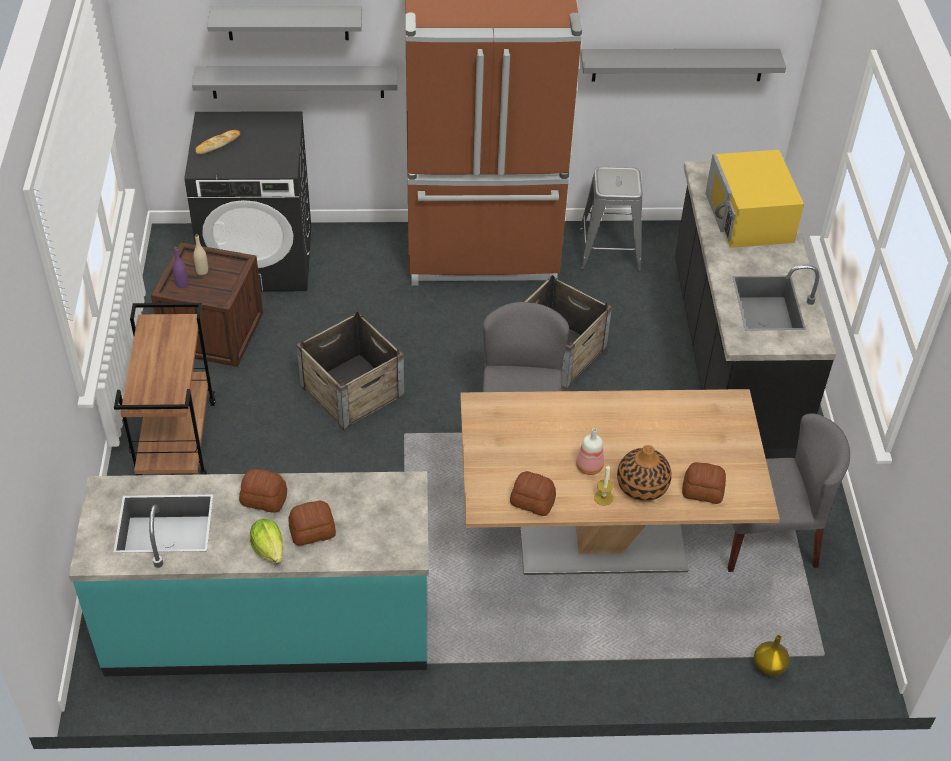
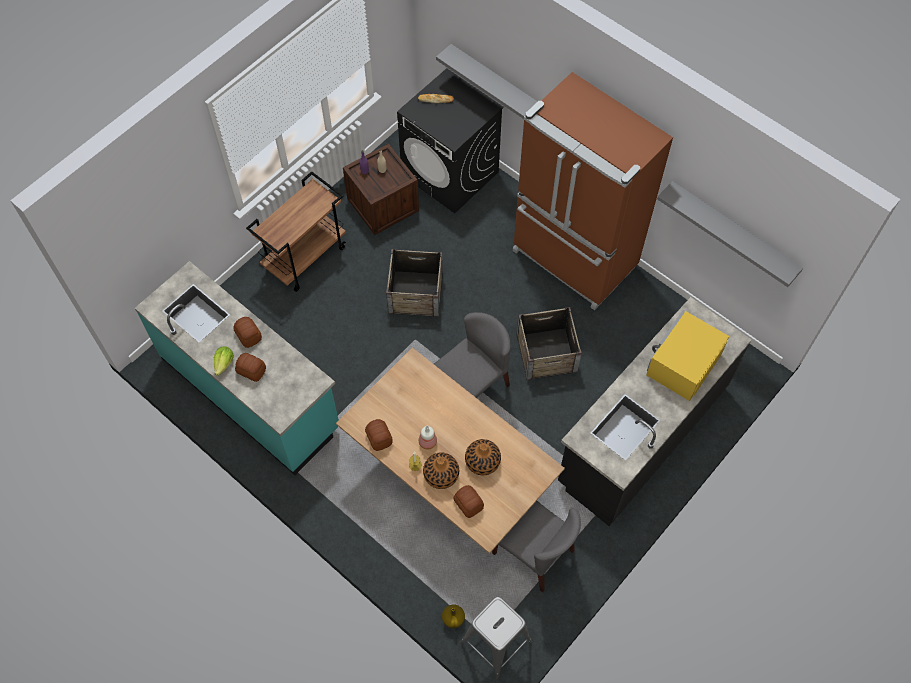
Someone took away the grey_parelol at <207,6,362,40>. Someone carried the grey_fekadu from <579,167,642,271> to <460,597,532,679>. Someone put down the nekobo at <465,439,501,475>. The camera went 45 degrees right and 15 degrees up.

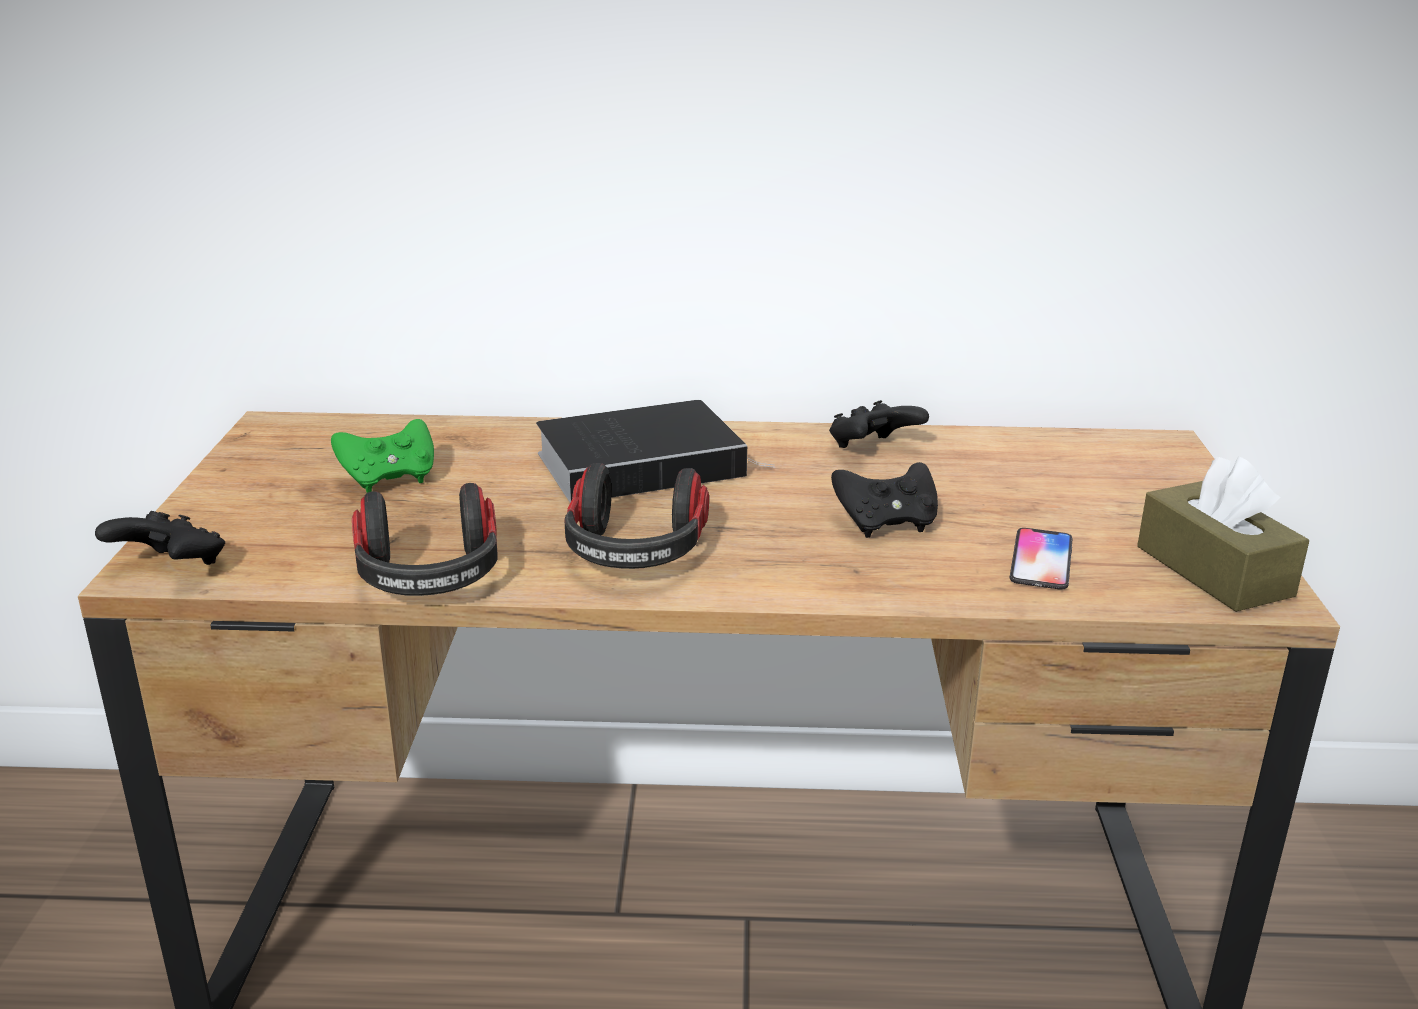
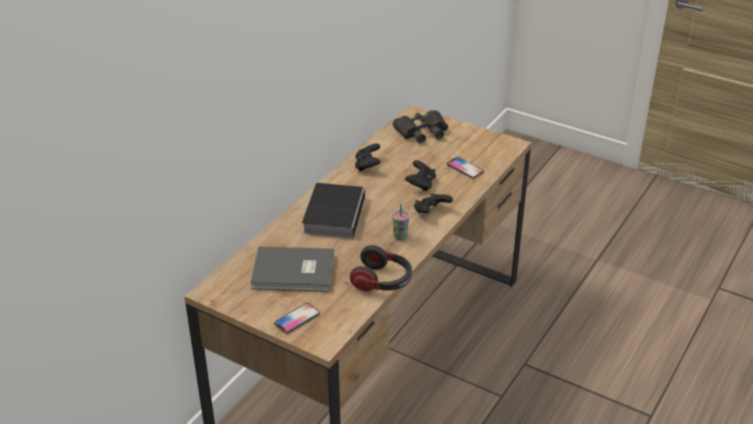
Someone carried the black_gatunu from <95,511,225,565> to <414,193,453,213>. Someone swapped the green_gatunu at <331,419,434,493> for the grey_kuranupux at <250,247,334,292>. Someone swapped the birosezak at <564,463,709,569> for the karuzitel at <392,204,409,240>. Someone took away the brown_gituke at <1137,457,1309,612>. Someone put down the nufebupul at <274,303,320,334>. Someone put down the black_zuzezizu at <393,110,448,143>. The camera went 60 degrees left and 10 degrees up.

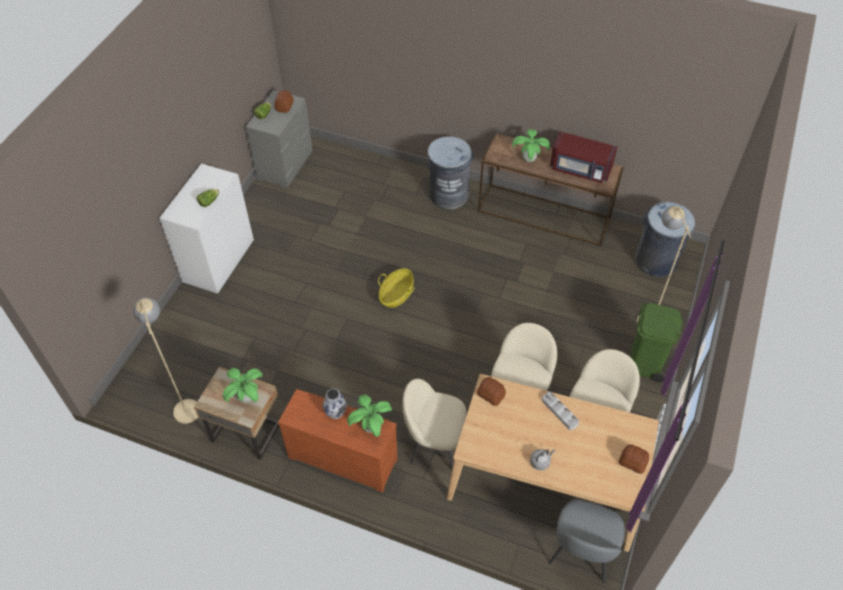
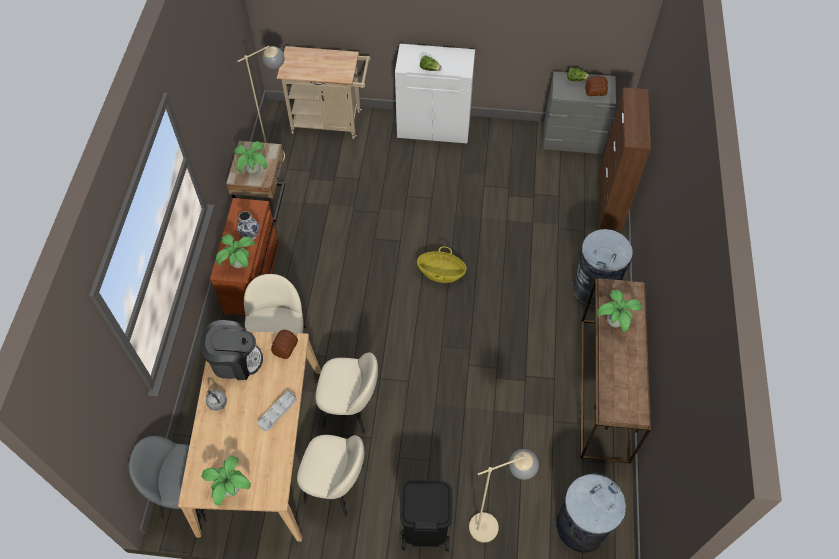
Someone took away the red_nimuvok at <550,131,617,183>. Someone swapped the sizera at <619,444,649,474> for the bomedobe at <201,456,251,506>. Someone repainted the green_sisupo at <630,303,683,383>, which became the black_sisupo at <400,481,452,551>. Someone put down the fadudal at <200,320,263,380>. Someone put down the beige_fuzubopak at <277,46,371,139>. Someone put down the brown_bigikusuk at <599,87,651,230>. The camera went 75 degrees right and 5 degrees up.

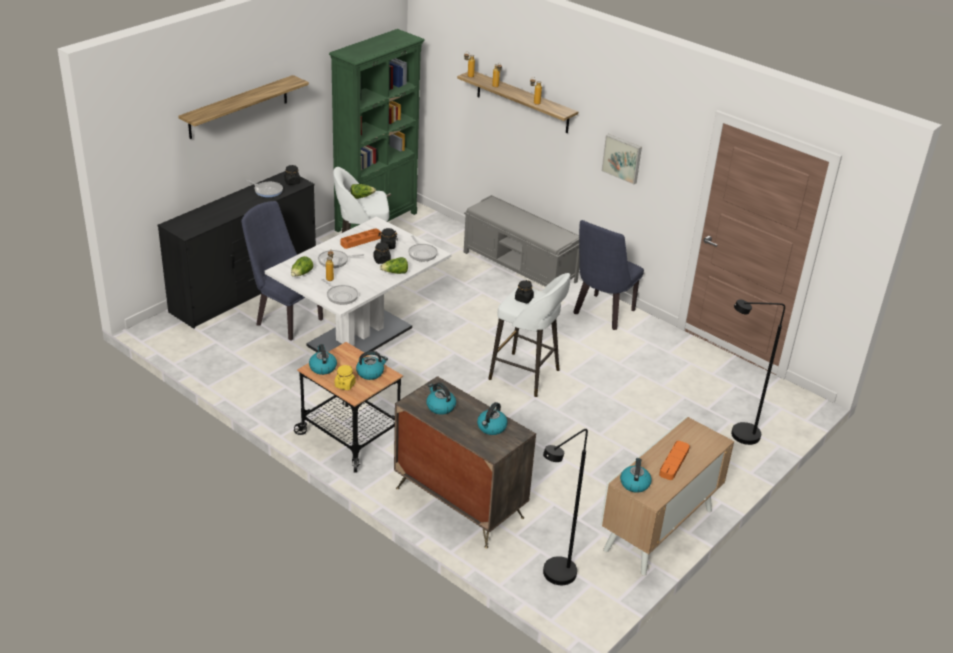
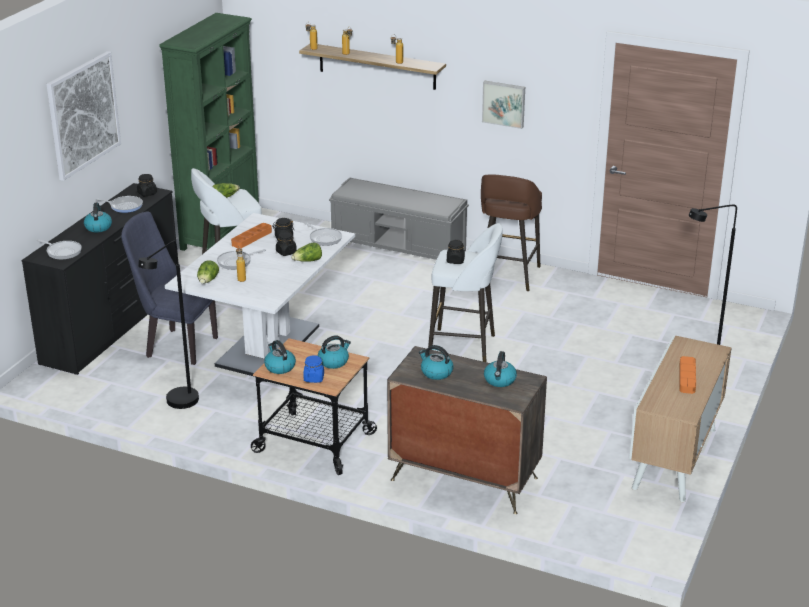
Someone swapped the parelol at <178,75,309,139> for the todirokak at <47,51,121,181>. Someone carried the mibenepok from <322,279,358,305> to <36,239,82,260>. Someone repainted the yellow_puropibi at <335,365,356,390>, which became the blue_puropibi at <303,355,324,383>. Someone carried the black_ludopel from <543,429,588,585> to <138,241,199,409>. Someone swapped the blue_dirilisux at <573,220,644,330> for the brown_fekadu at <481,175,542,291>. Someone carried the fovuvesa from <620,458,652,493> to <84,203,112,232>. The camera went 15 degrees left and 5 degrees down.

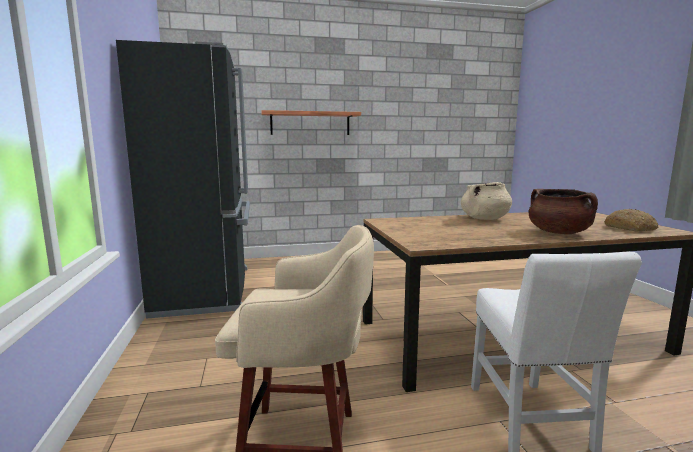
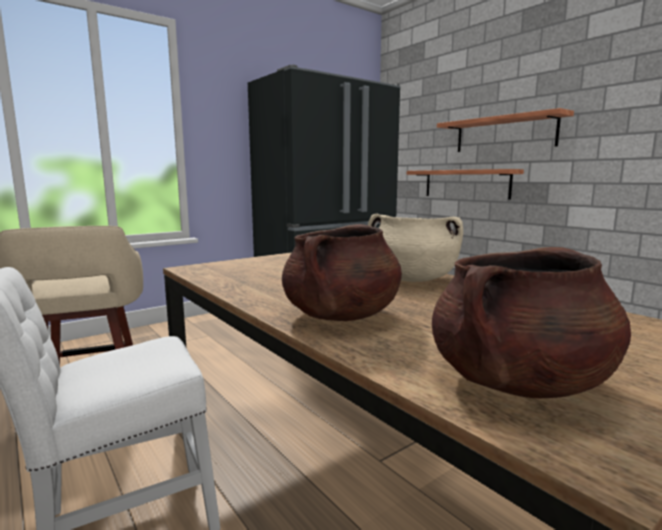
Someone swapped the sizera at <604,209,659,231> for the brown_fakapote at <432,247,631,398>. Someone put up the parelol at <407,169,524,200>. The camera went 65 degrees right and 0 degrees up.

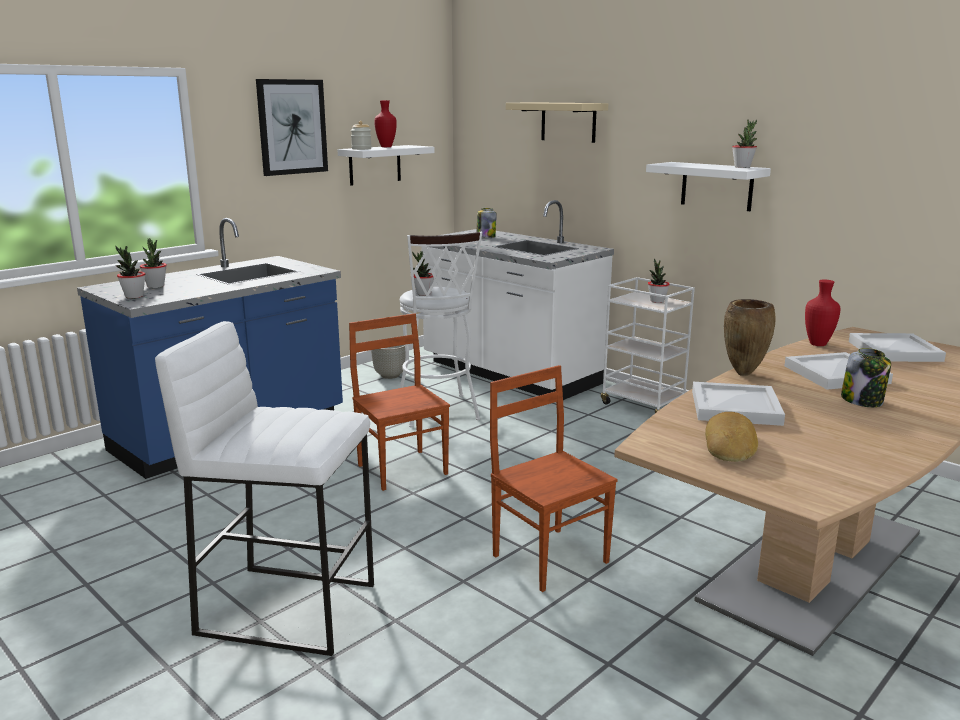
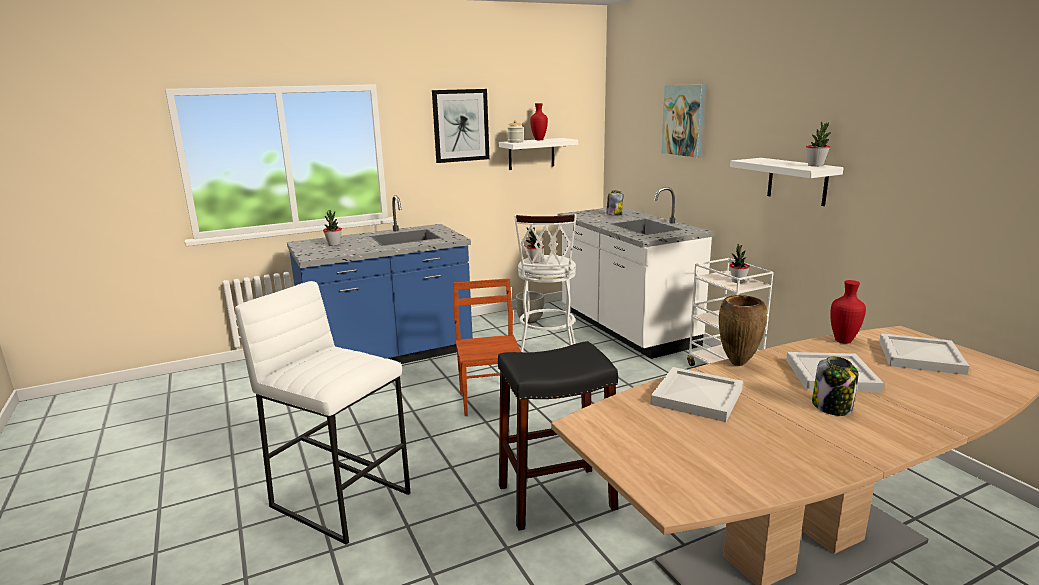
Someone took away the bomedobe at <115,246,146,299>. Someone swapped the brown_dirilisux at <490,365,618,592> for the black_fekadu at <498,341,618,531>. Someone swapped the beige_parelol at <506,102,608,143> for the todirokak at <661,85,705,158>. Someone took away the sizera at <705,412,758,462>. The camera went 20 degrees right and 0 degrees up.

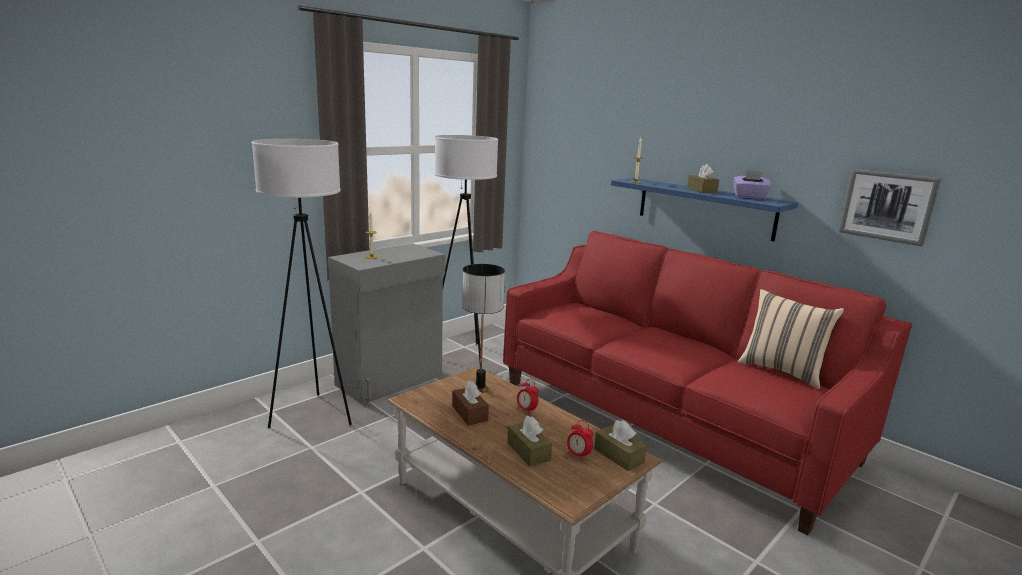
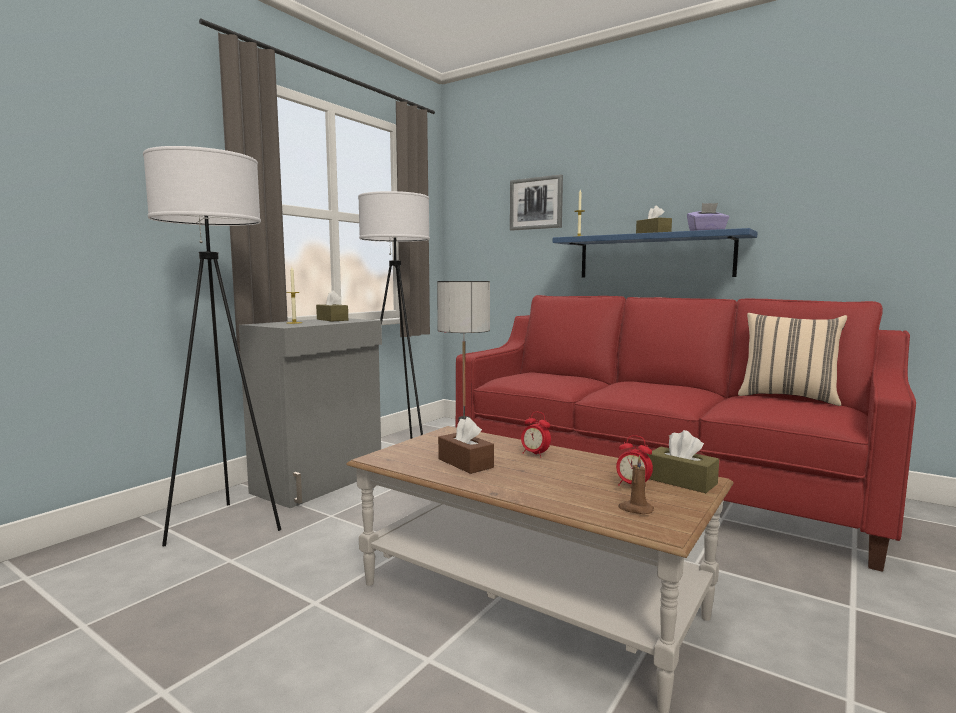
Someone carried the brown_gituke from <507,416,552,467> to <316,290,348,321>. Someone carried the todirokak from <839,169,941,246> to <510,174,563,231>. Someone put down the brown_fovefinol at <618,455,654,514>. The camera went 10 degrees left and 10 degrees down.

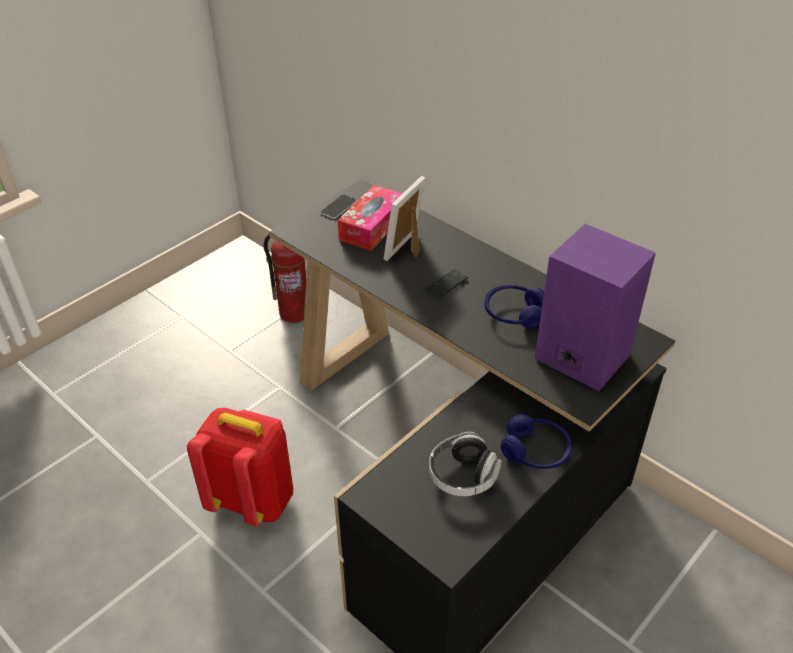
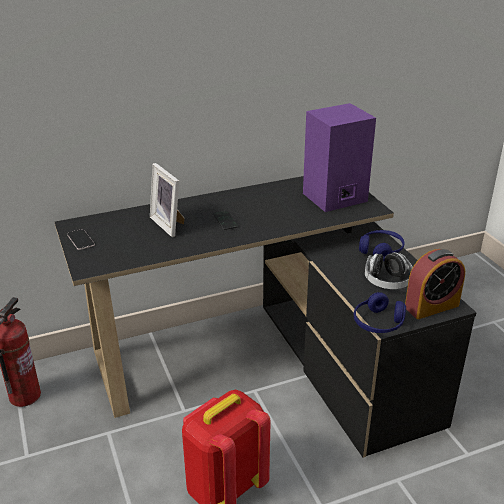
Someone took away the gituke at <338,185,402,251>. Someone carried the blue_birosezak from <485,285,544,329> to <354,292,406,333>. Someone put down the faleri at <405,249,465,319>. The camera went 65 degrees left and 10 degrees down.

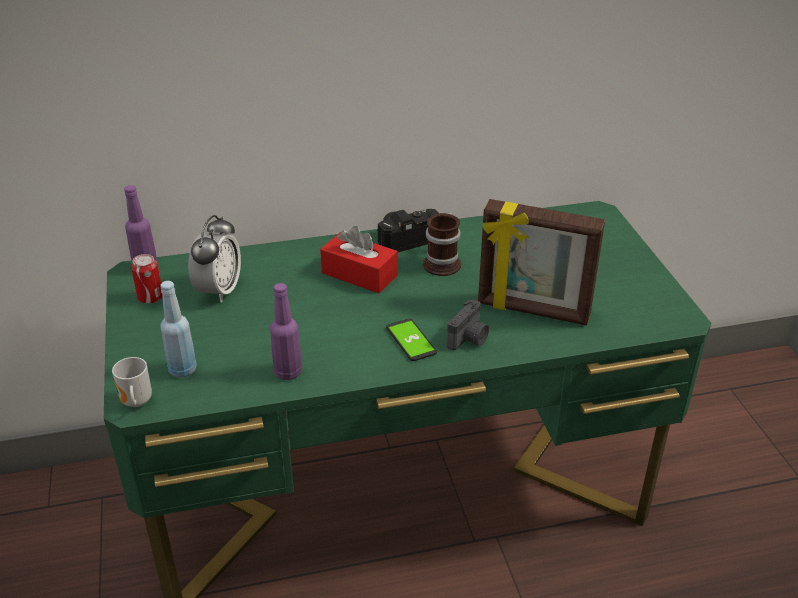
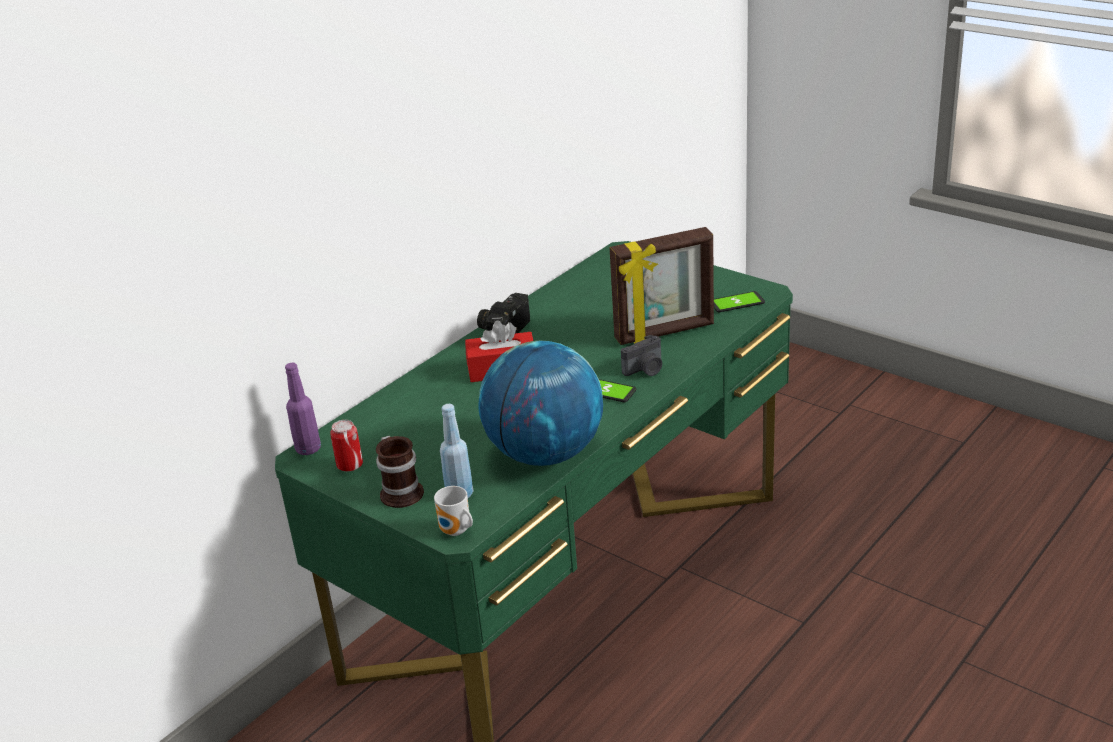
Someone took away the faleri at <188,215,241,303>. Someone swapped the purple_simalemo at <270,283,302,380> for the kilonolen at <478,341,603,466>. Someone carried the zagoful from <423,212,461,276> to <376,436,424,508>. Someone rotated the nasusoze at <447,300,489,350> by 60 degrees clockwise. Someone put down the nufebupul at <714,291,765,312>. The camera went 35 degrees left and 5 degrees down.

